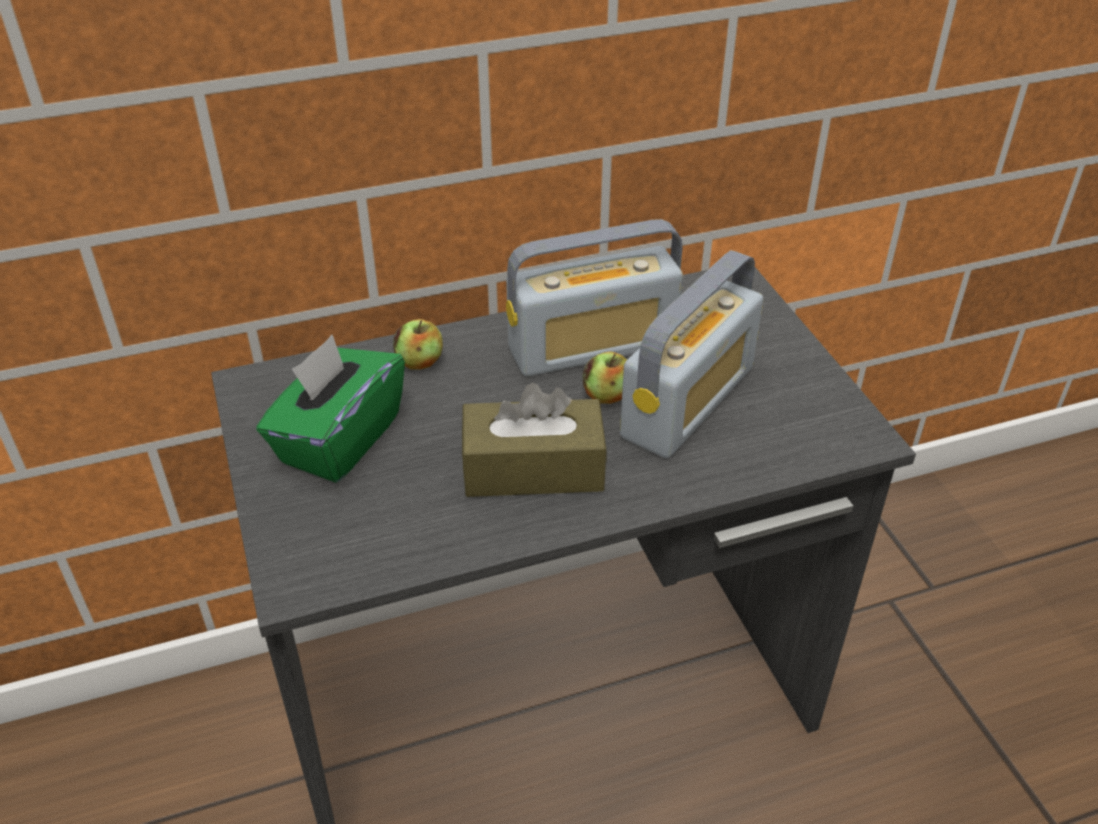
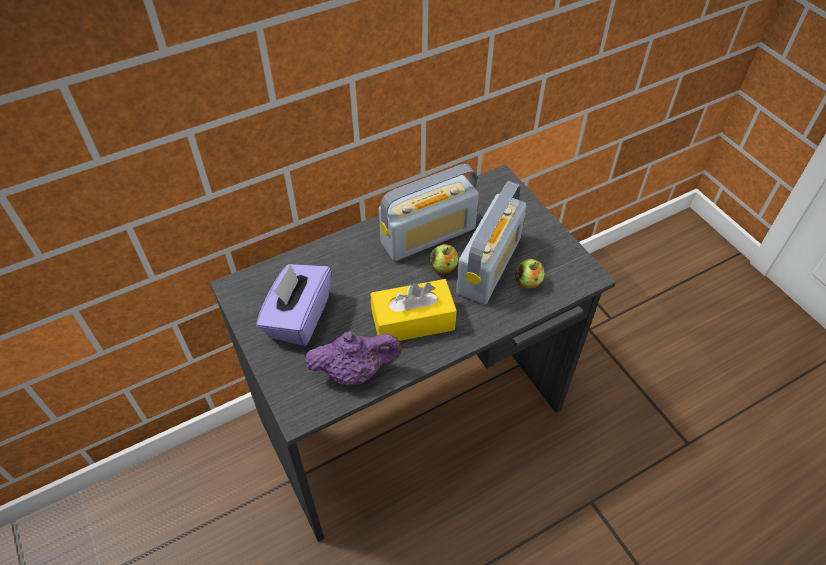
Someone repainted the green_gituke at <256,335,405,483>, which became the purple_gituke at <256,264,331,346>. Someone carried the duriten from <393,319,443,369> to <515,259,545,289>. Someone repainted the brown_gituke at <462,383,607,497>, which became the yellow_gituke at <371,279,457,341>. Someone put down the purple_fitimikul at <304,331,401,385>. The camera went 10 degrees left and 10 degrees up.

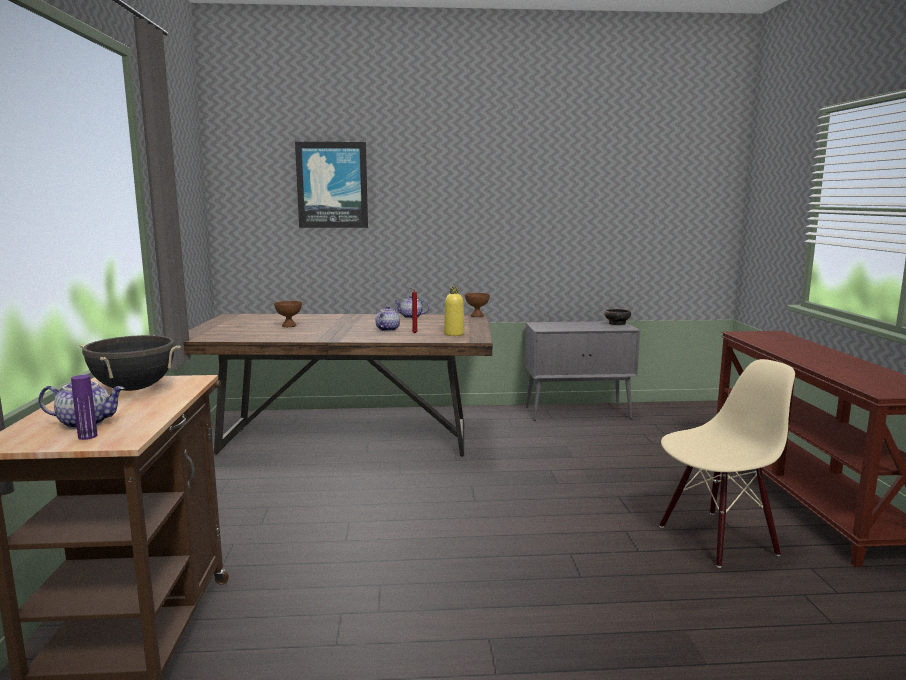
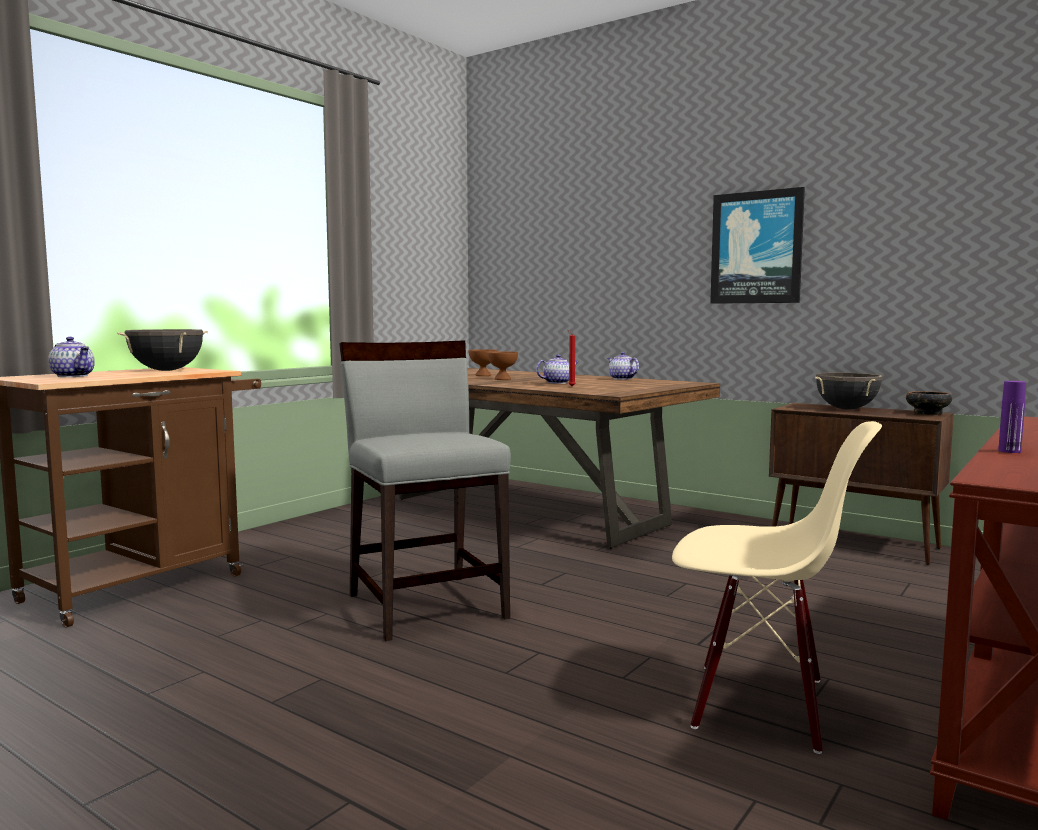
Someone carried the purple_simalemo from <71,375,97,440> to <998,381,1026,453>. Someone carried the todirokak from <295,142,368,228> to <710,187,805,304>. Someone took away the yellow_simalemo at <444,287,464,336>. Someone carried the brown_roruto from <465,293,490,317> to <487,351,518,380>. Someone repainted the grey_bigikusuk at <525,321,640,421>, which became the brown_bigikusuk at <769,403,954,565>. Someone put down the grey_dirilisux at <340,340,511,641>. Someone put down the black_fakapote at <815,372,882,410>. The camera went 40 degrees right and 5 degrees down.

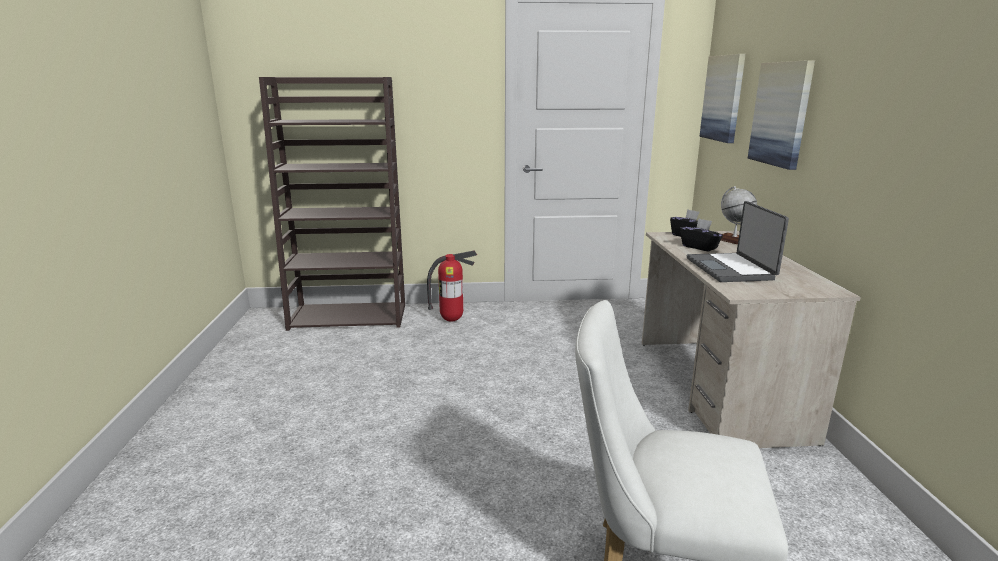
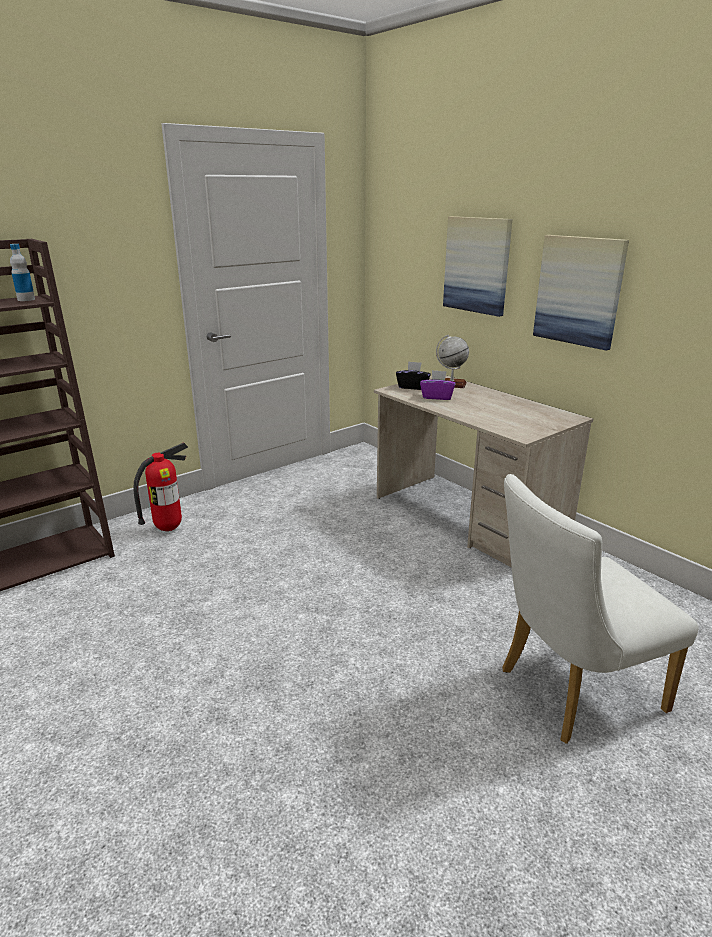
Someone repainted the black_gituke at <680,218,723,251>, which became the purple_gituke at <420,370,456,400>. Someone took away the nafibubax at <687,201,789,282>. Someone carried the todirokak from <699,54,746,143> to <533,235,629,351>. Someone put down the simalemo at <10,244,35,301>. The camera went 35 degrees left and 5 degrees up.

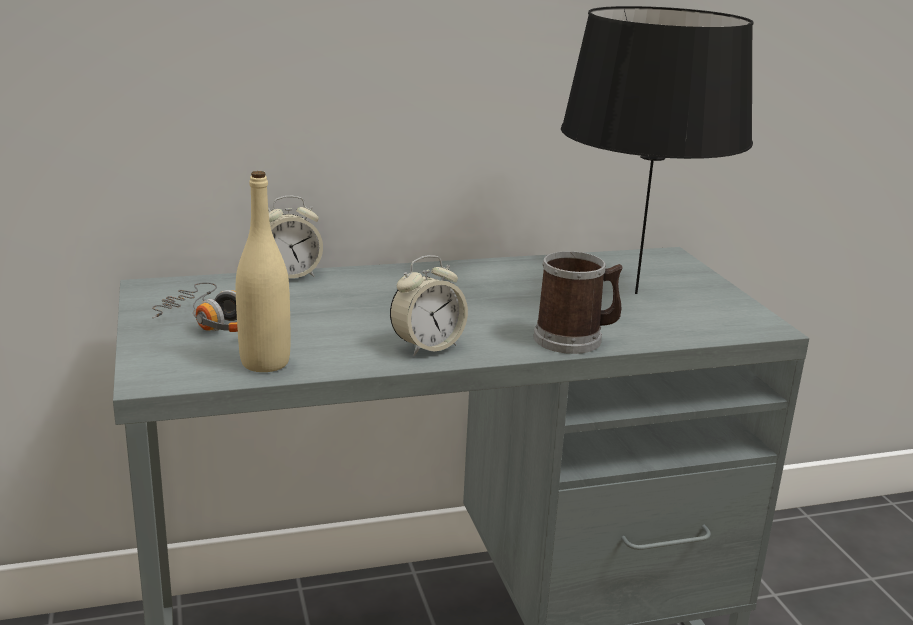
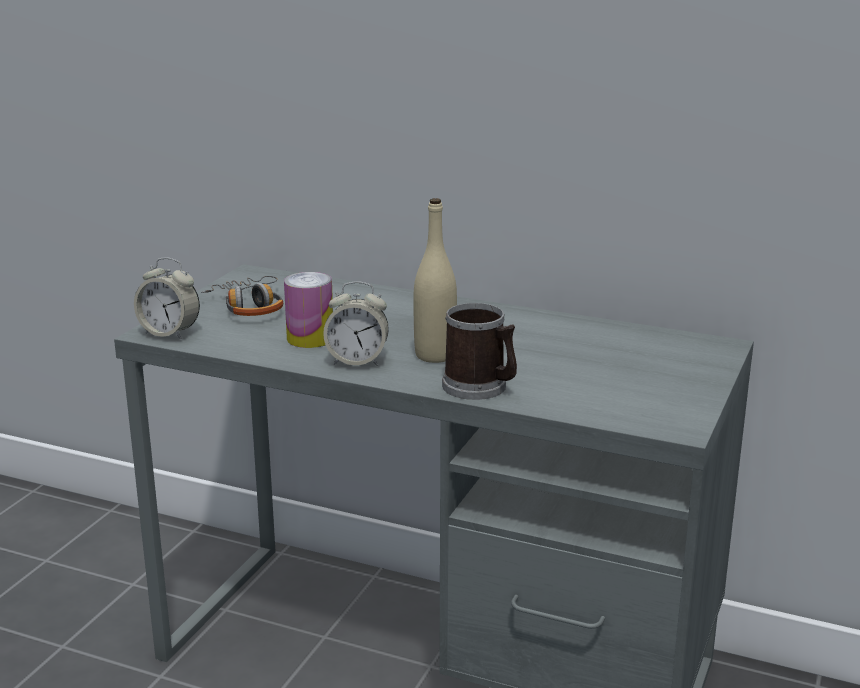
Someone carried the beige_simalemo from <236,171,290,372> to <413,198,457,363>. Someone carried the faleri from <268,196,323,278> to <134,257,200,339>. Someone took away the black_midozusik at <561,6,753,294>. Someone put down the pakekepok at <284,272,333,348>. The camera went 40 degrees right and 0 degrees up.

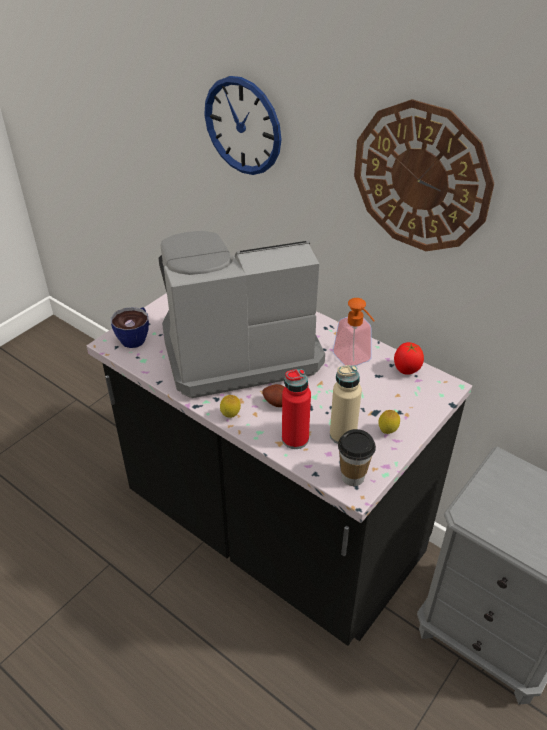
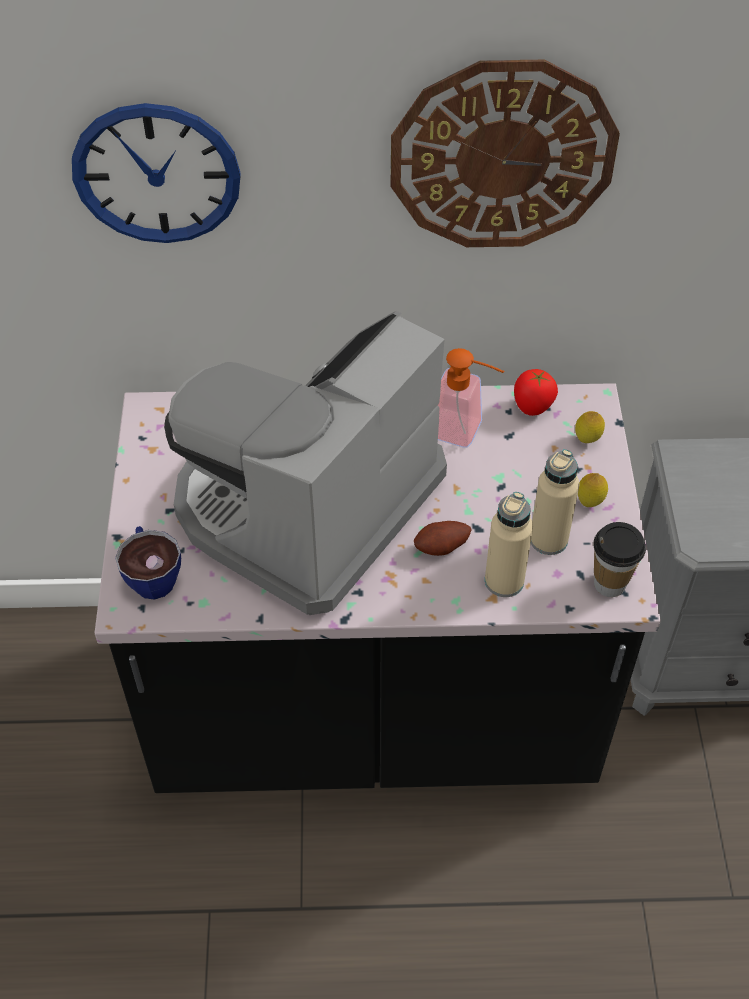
Someone carried the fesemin from <220,395,241,418> to <575,411,605,443>. Someone repainted the red_simalemo at <282,369,311,449>, which became the beige_simalemo at <485,492,533,597>. The camera went 40 degrees left and 10 degrees up.

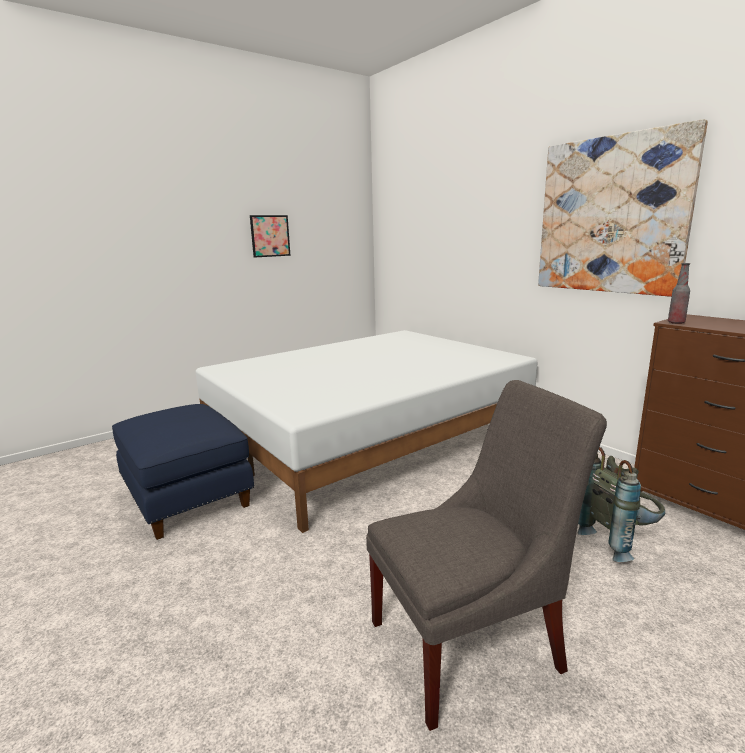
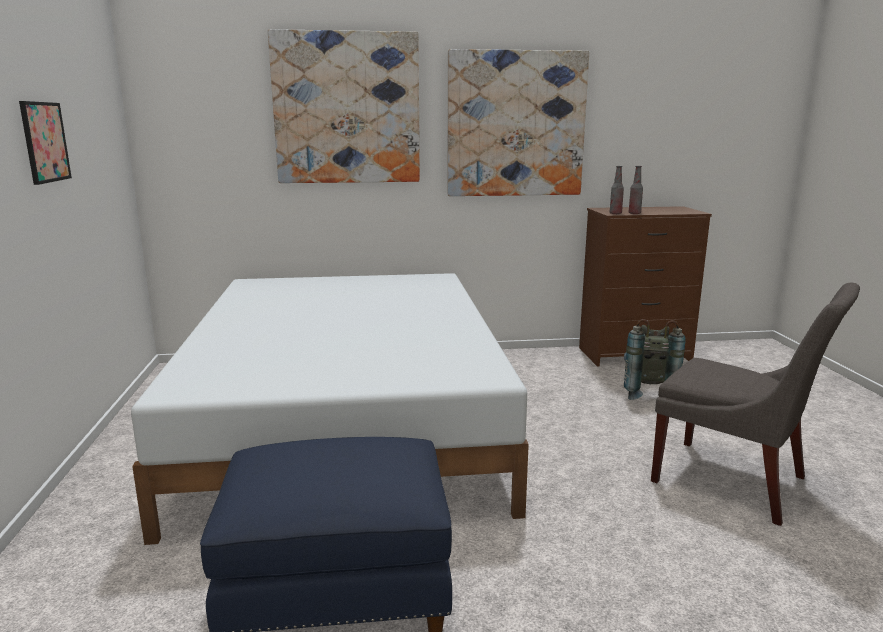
Someone rotated the grey_dirilisux at <366,380,607,731> by 120 degrees clockwise. Someone put up the todirokak at <268,29,420,183>. Someone put down the simalemo at <629,166,643,214>. The camera went 60 degrees left and 0 degrees up.

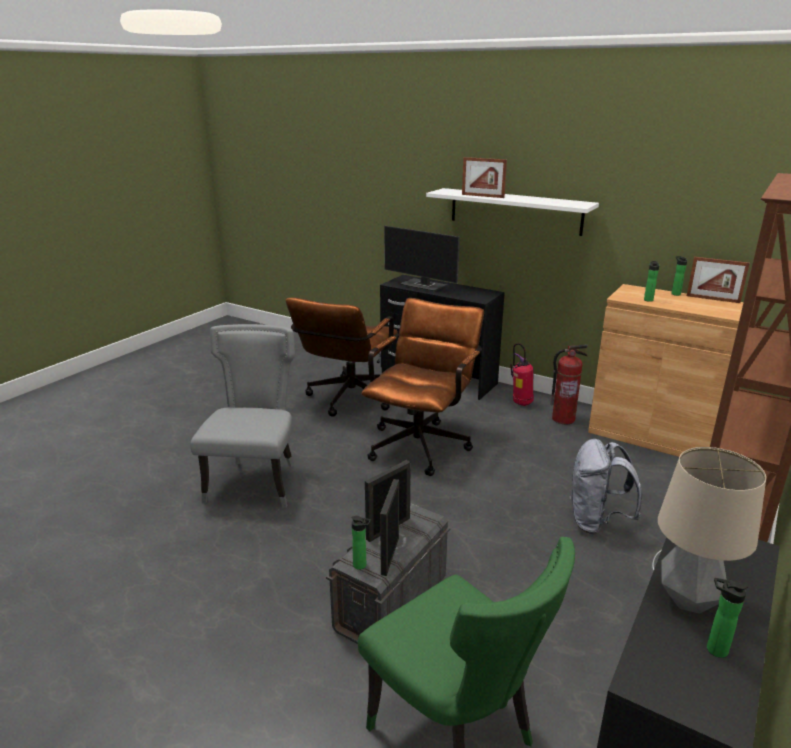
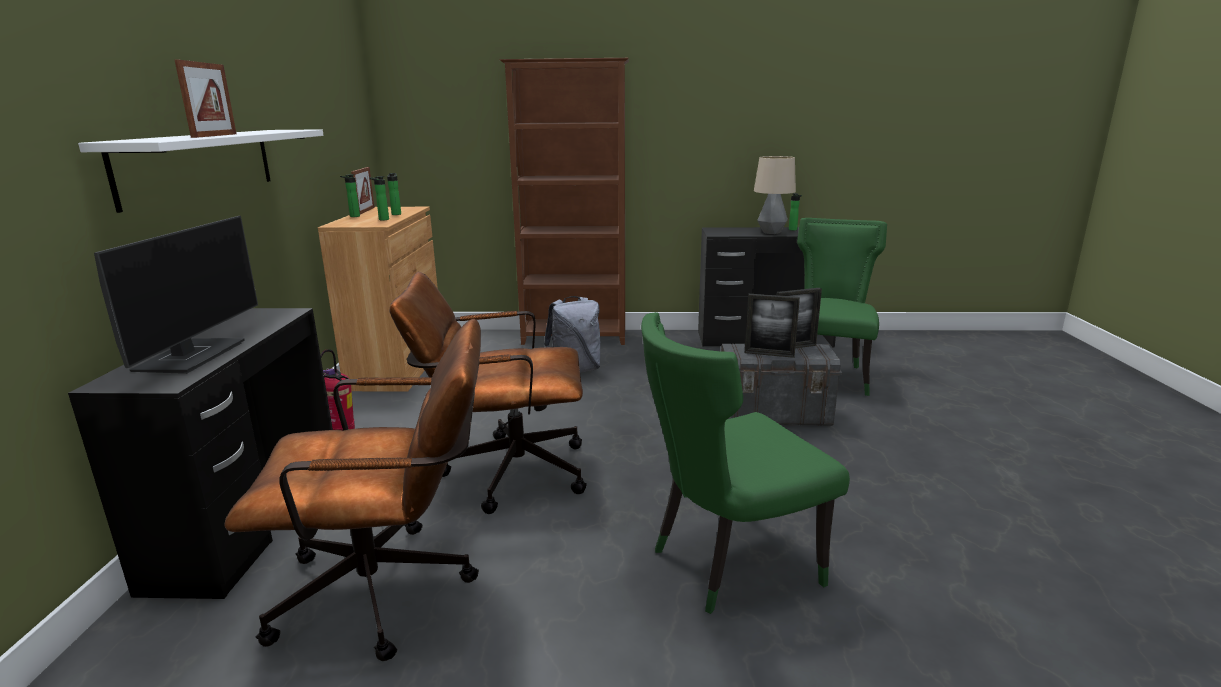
Someone repainted the grey_dirilisux at <190,324,295,508>, which became the green_dirilisux at <641,312,850,614>. Someone carried the simalemo from <352,516,371,570> to <387,173,401,215>. Someone took away the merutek at <550,344,588,424>. The camera went 120 degrees left and 5 degrees down.

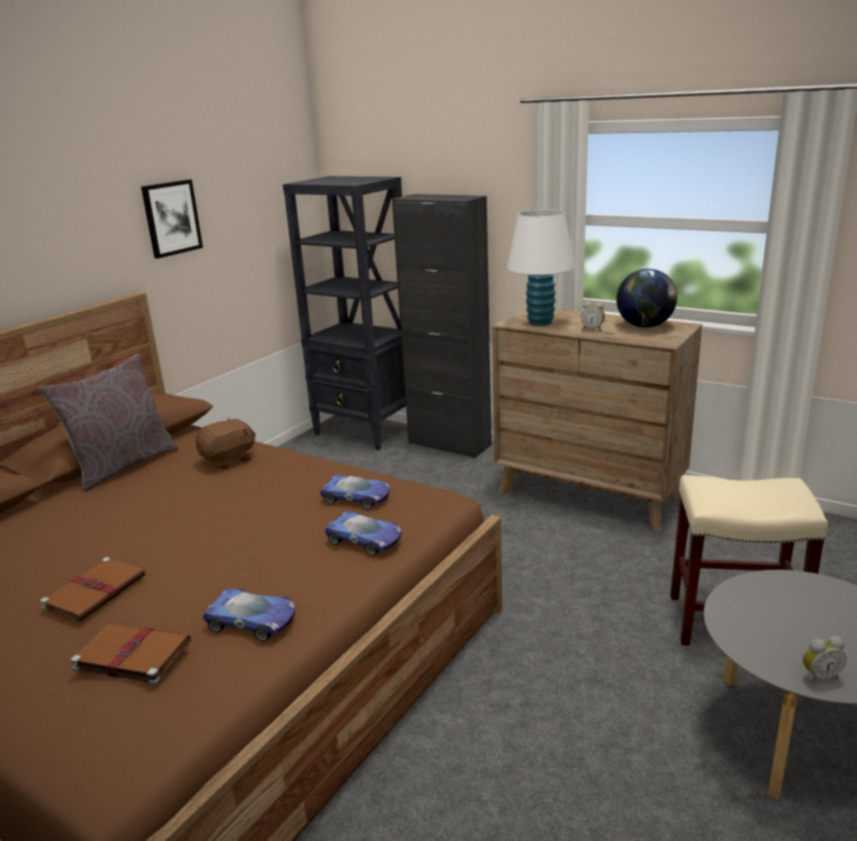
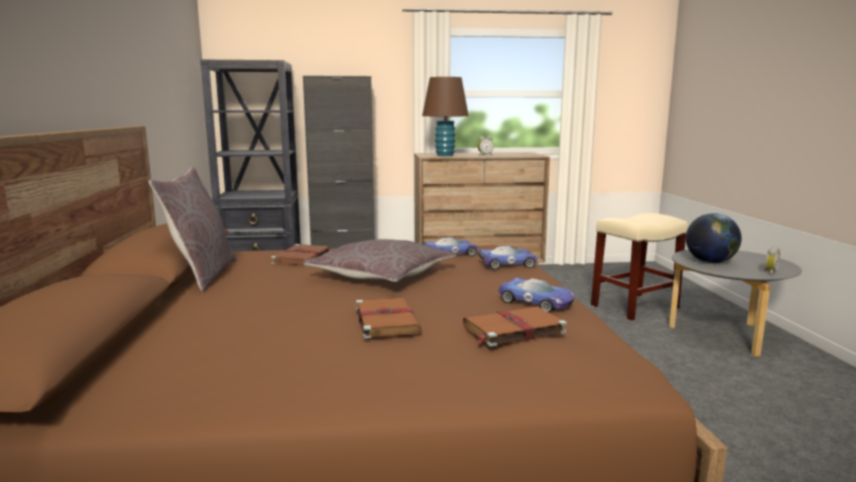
Someone took away the todirokak at <141,179,203,259>. Someone swapped the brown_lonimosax at <195,418,256,469> for the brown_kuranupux at <271,244,329,266>. Someone rotated the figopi at <203,588,295,642> by 60 degrees clockwise. Someone repainted the white_midozusik at <507,209,575,325>, which became the brown_midozusik at <422,77,469,156>. Someone carried the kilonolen from <617,269,677,328> to <686,213,742,263>. Someone put down the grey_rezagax at <303,239,457,282>. The camera went 40 degrees left and 10 degrees down.

